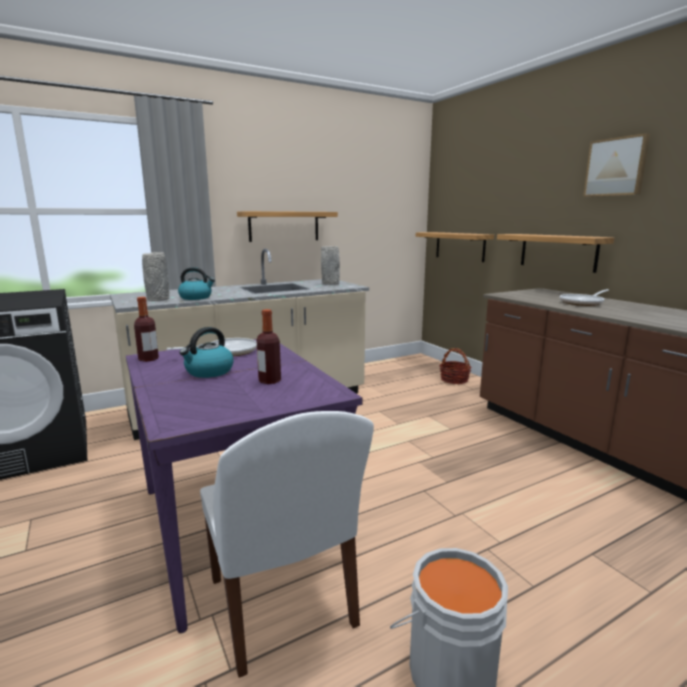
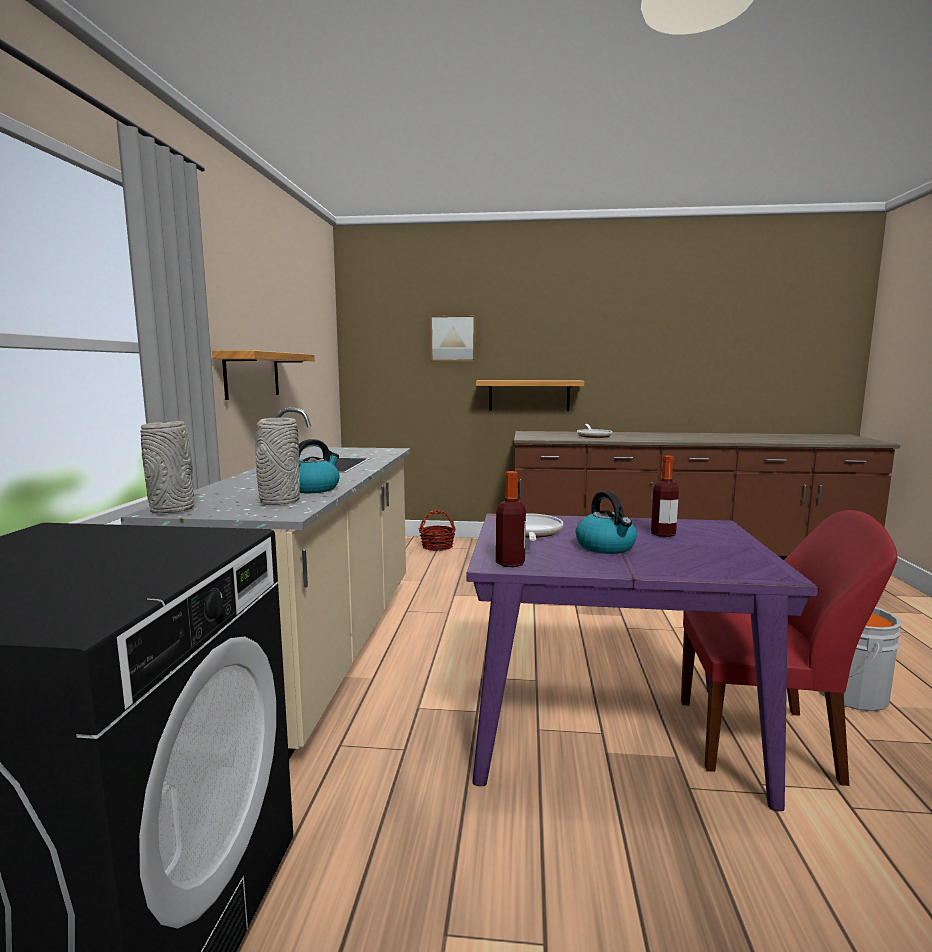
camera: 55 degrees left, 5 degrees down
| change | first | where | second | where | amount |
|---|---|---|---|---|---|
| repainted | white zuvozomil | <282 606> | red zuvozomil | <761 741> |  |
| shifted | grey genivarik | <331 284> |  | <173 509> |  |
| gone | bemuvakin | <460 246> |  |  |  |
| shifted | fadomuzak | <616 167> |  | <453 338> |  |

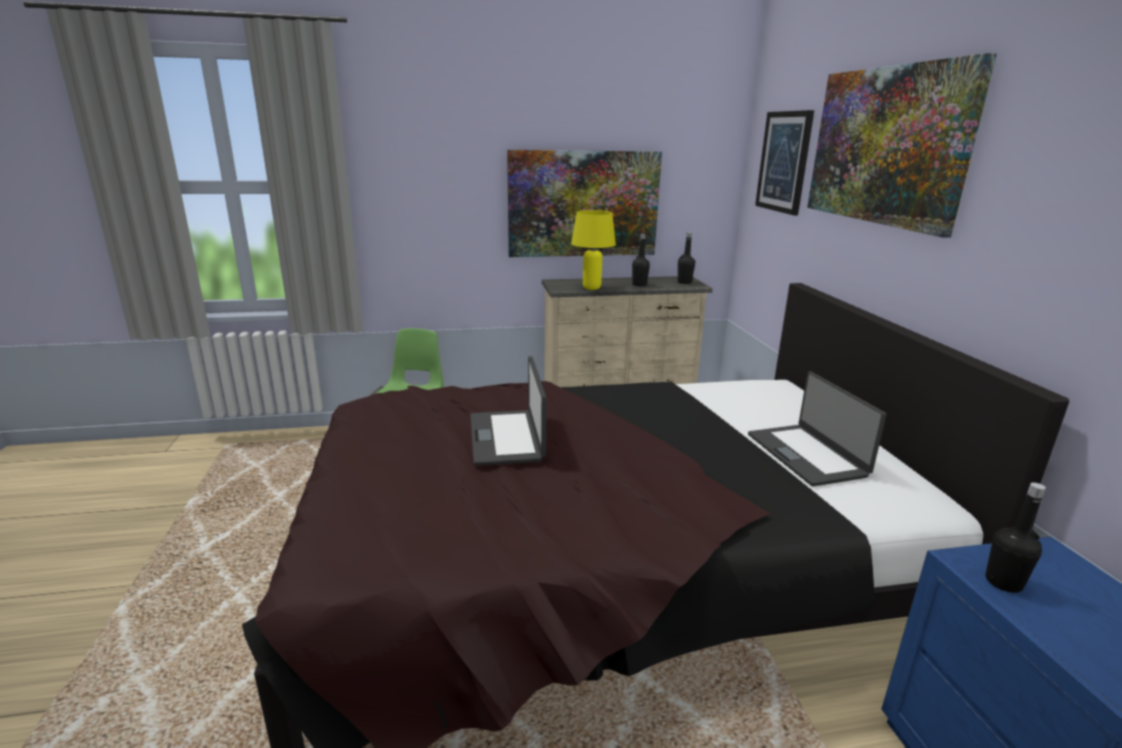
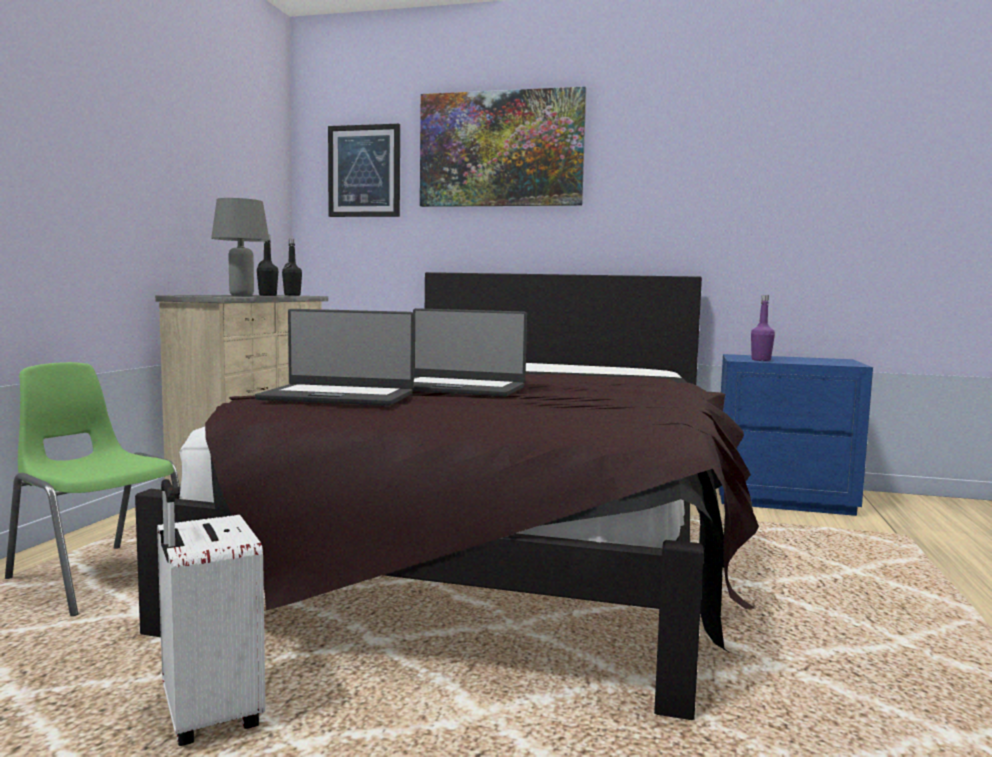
camera: 65 degrees left, 15 degrees down
| change | first | where | second | where | amount |
|---|---|---|---|---|---|
| gone | fadomuzak | <583 204> |  |  |  |
| repainted | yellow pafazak | <591 288> | grey pafazak | <241 296> |  |
| shifted | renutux | <807 454> |  | <338 396> |  |
| repainted | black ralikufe | <1003 582> | purple ralikufe | <761 360> |  |
| new |  |  | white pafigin | <207 716> |  |

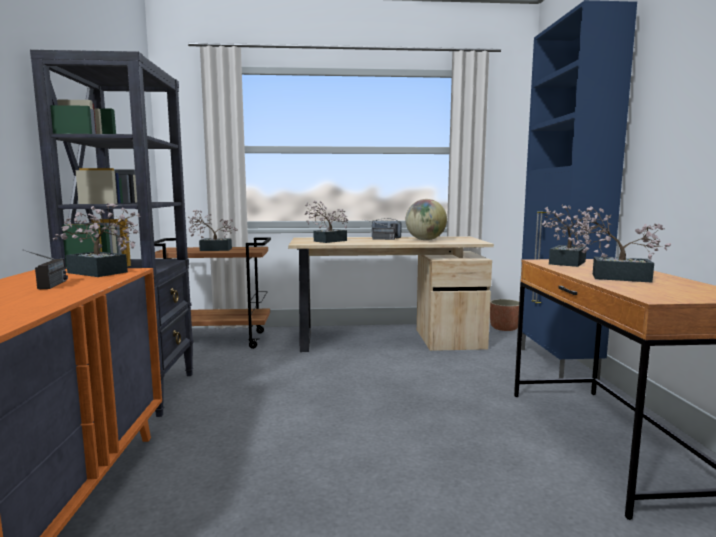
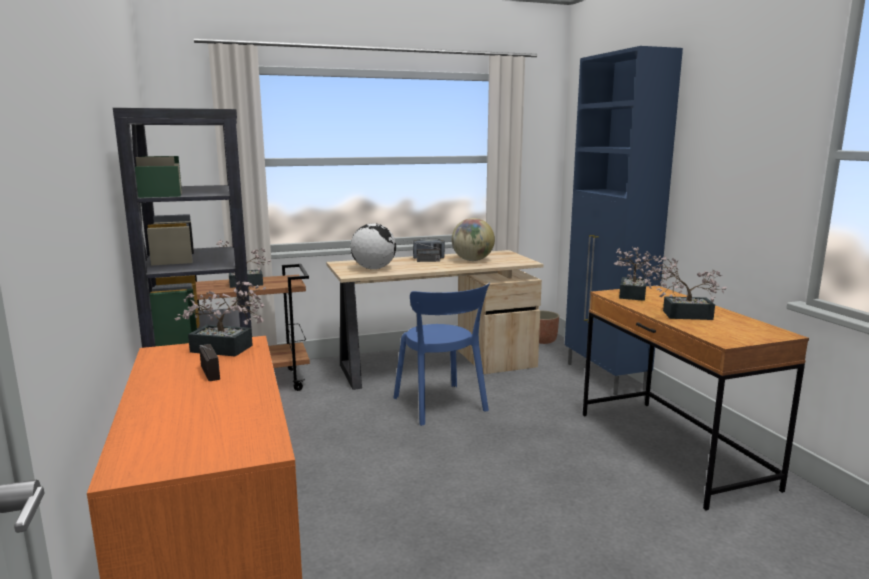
camera: 15 degrees left, 5 degrees up
| change | first | where | second | where | amount |
|---|---|---|---|---|---|
| swapped | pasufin | <327 241> | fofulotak | <373 268> |  |
| new |  |  | blue zuvozomil | <441 406> |  |

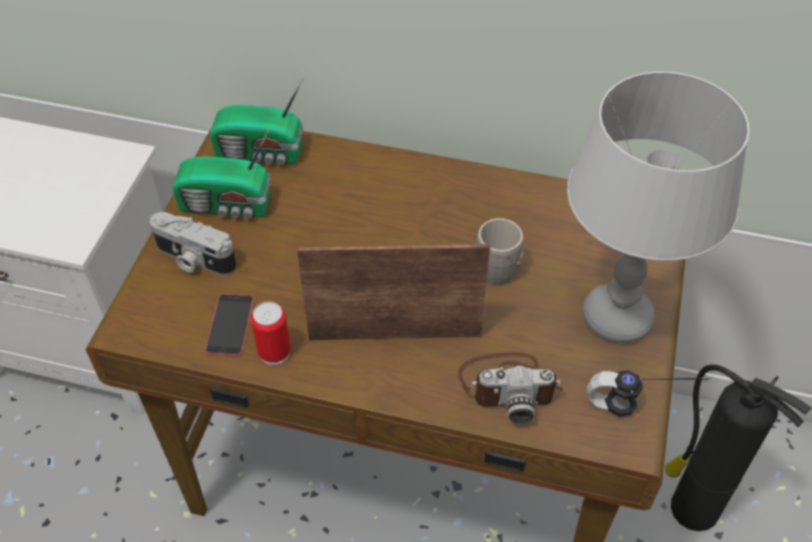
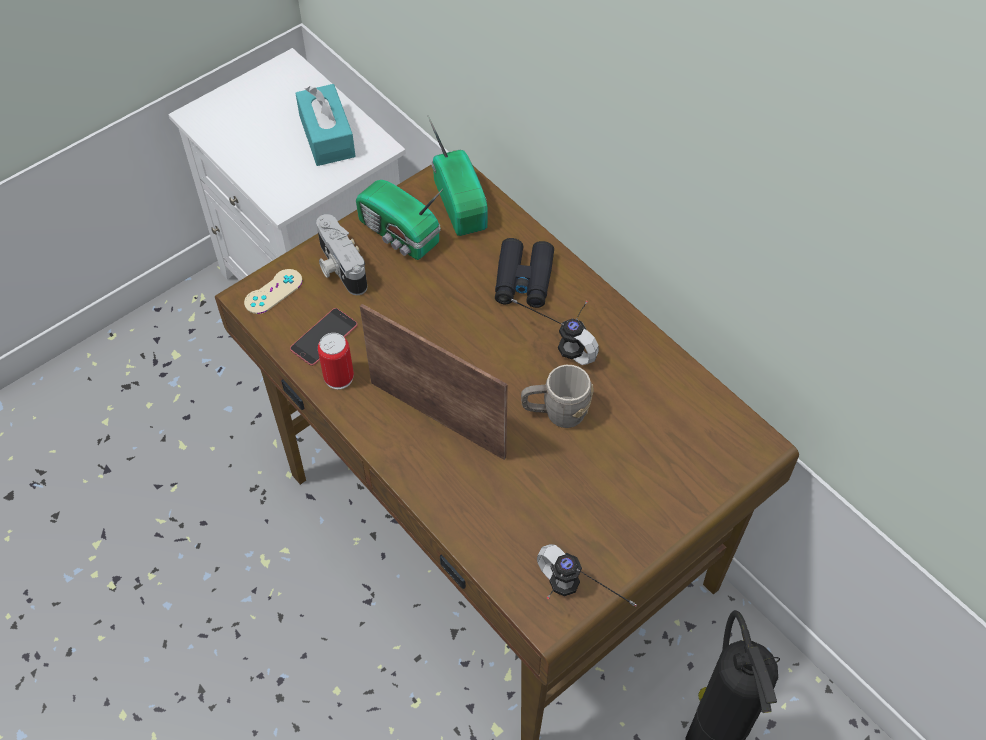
camera: 35 degrees right, 5 degrees up
| change | first | where | second | where | amount |
|---|---|---|---|---|---|
| rotated | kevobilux | <261 153> |  | <461 202> | 150 degrees counterclockwise |
| gone | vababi | <508 385> |  |  |  |
| gone | grey pafazak | <617 317> |  |  |  |
| new |  |  | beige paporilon | <273 291> |  |
| new |  |  | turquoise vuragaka | <327 136> |  |
| new |  |  | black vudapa | <523 280> |  |
| new |  |  | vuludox | <563 337> |  |

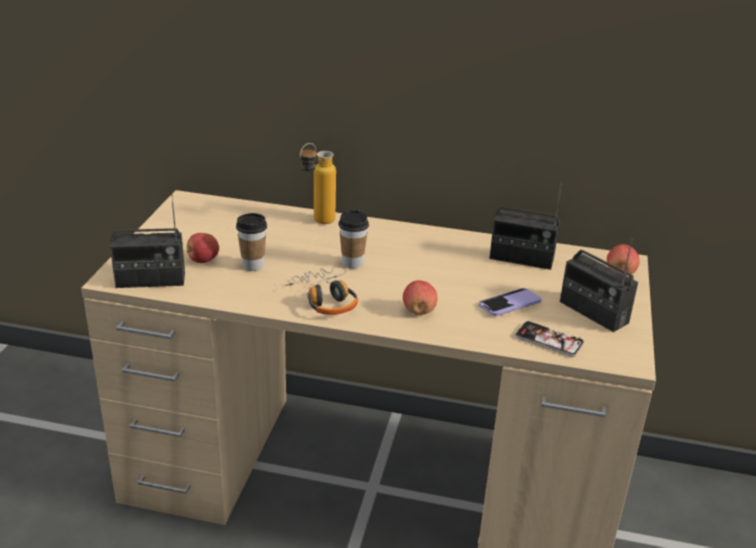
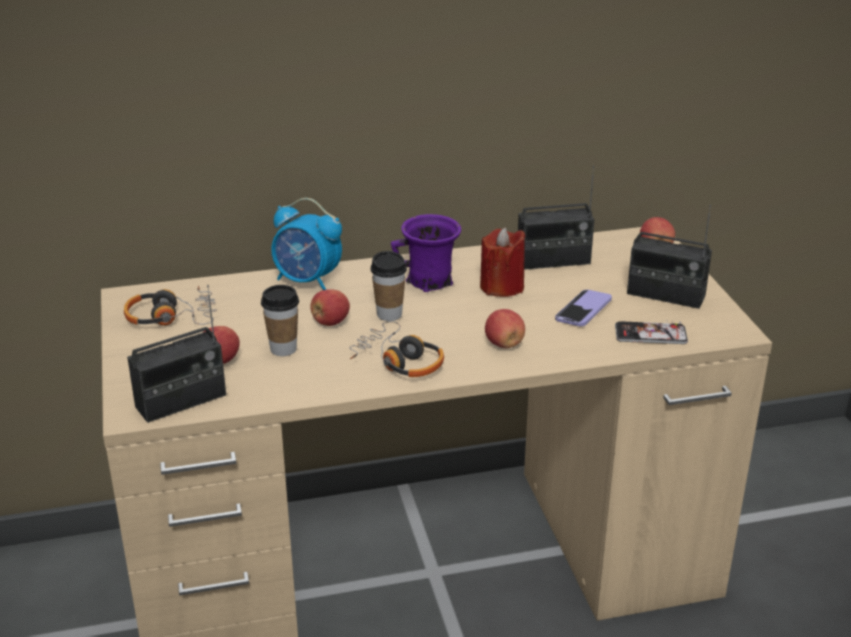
camera: 25 degrees left, 0 degrees up
| change | first | where | second | where | amount |
|---|---|---|---|---|---|
| swapped | ralikufe | <317 222> | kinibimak | <307 281> |  |
| new |  |  | vuludox | <172 317> |  |
| new |  |  | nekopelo | <330 322> |  |
| new |  |  | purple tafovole | <430 281> |  |
| new |  |  | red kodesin | <501 287> |  |

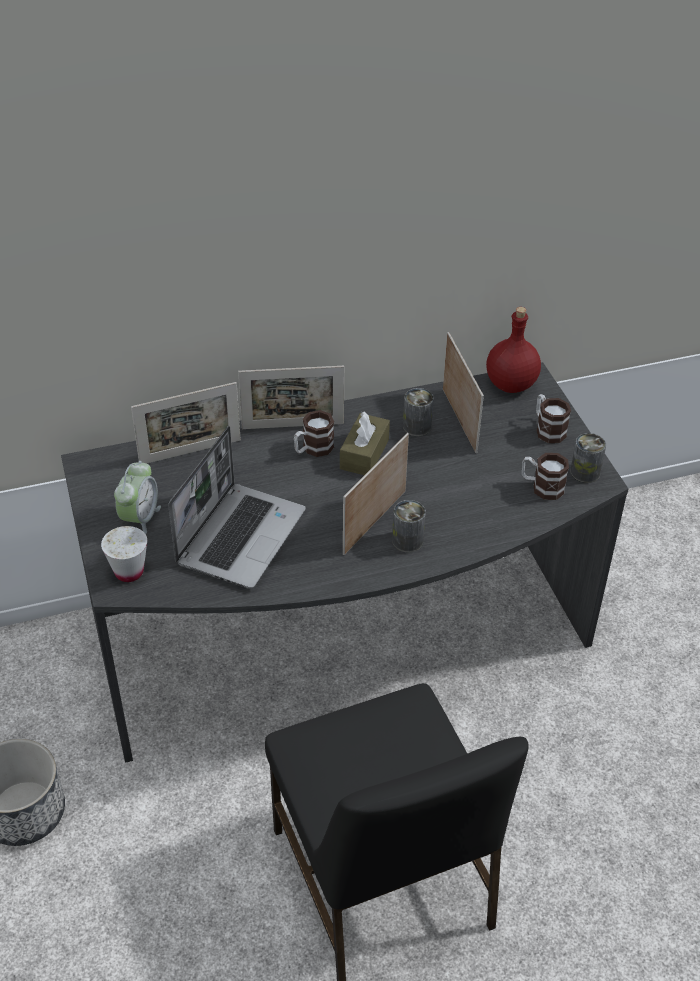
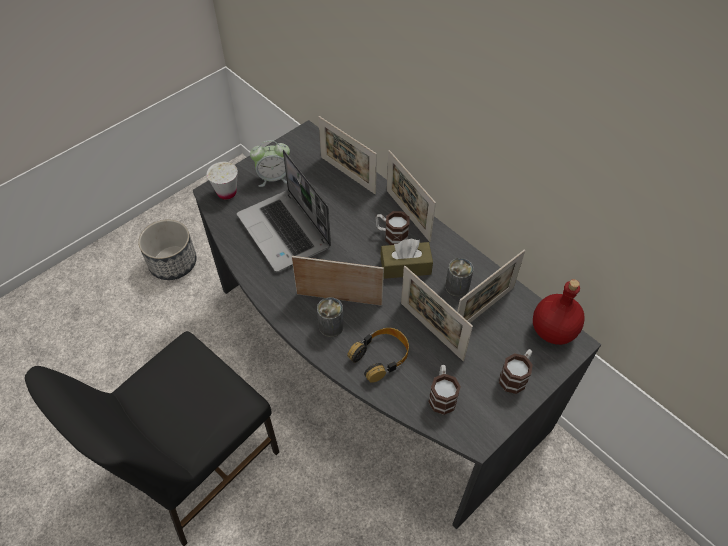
camera: 65 degrees right, 10 degrees up
| change | first | where | second | where | amount |
|---|---|---|---|---|---|
| rotated | renutux | <240 536> |  | <285 232> | 60 degrees clockwise |
| gone | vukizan | <585 472> |  |  |  |
| new |  |  | vuludox | <380 356> |  |
| new |  |  | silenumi | <431 331> |  |

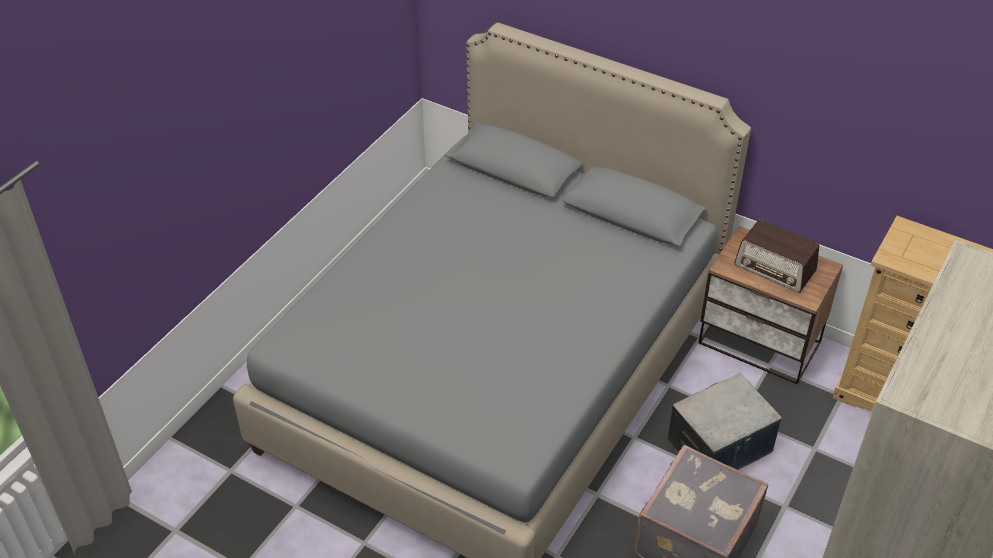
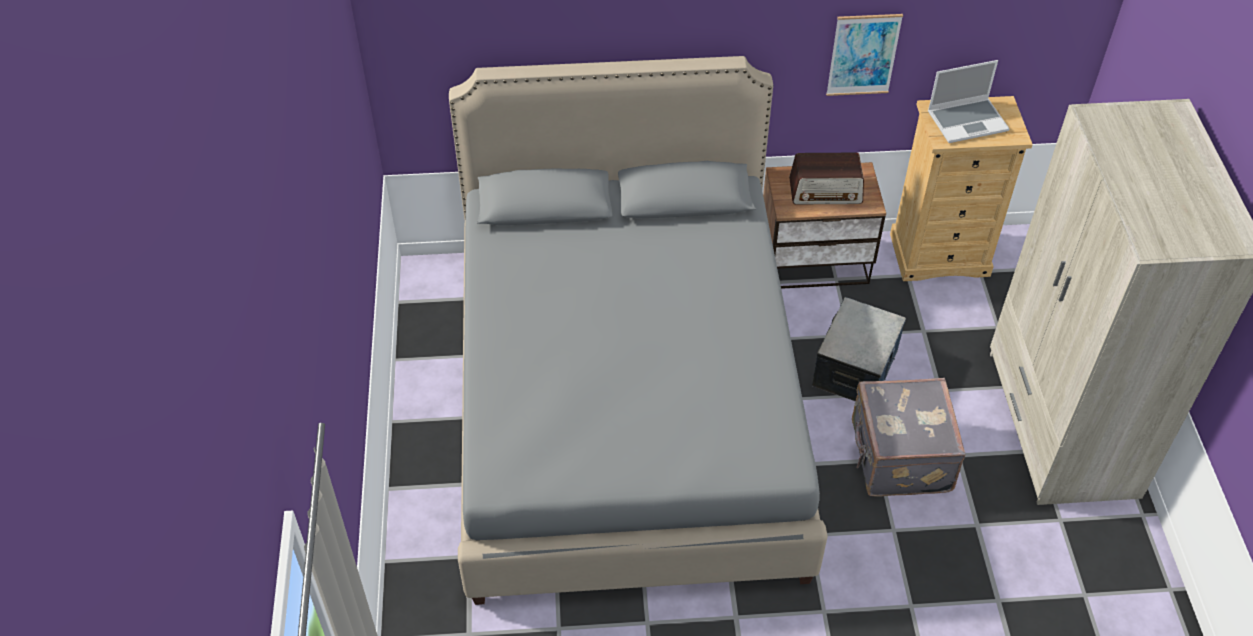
camera: 35 degrees left, 5 degrees up
| change | first | where | second | where | amount |
|---|---|---|---|---|---|
| new |  |  | fadomuzak | <863 55> |  |
| new |  |  | renutux | <967 121> |  |

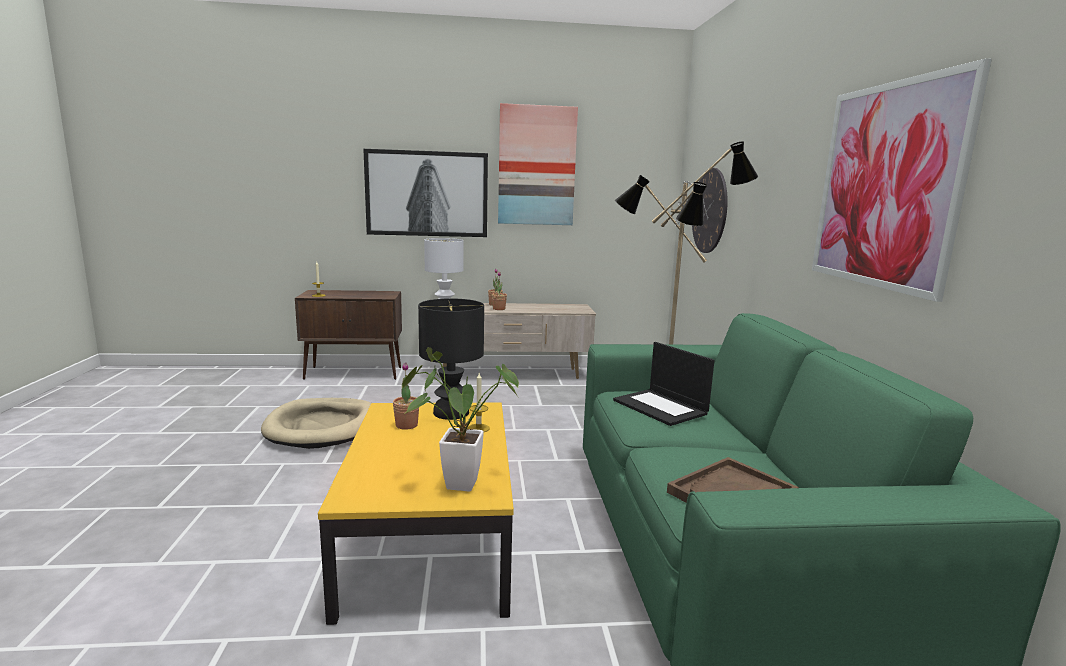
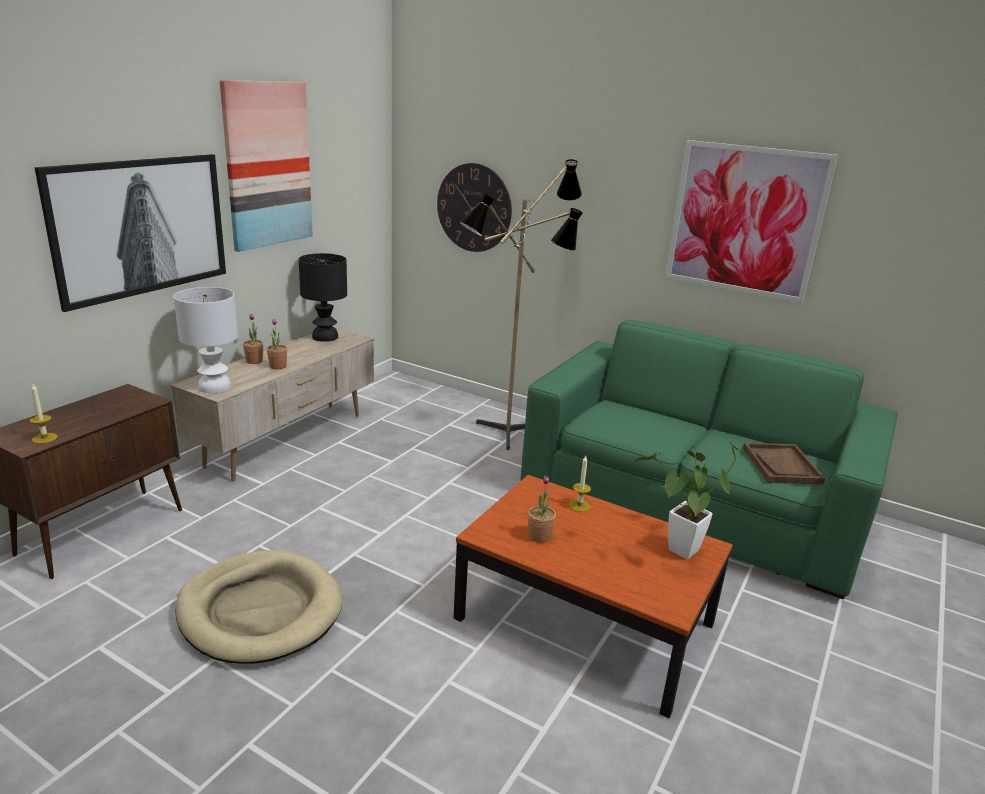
camera: 55 degrees left, 10 degrees up
| change | first | where | second | where | amount |
|---|---|---|---|---|---|
| repainted | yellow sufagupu | <431 539> | brown sufagupu | <585 621> |  |
| shifted | black pafazak | <452 412> |  | <325 337> |  |
| gone | renutux | <661 407> |  |  |  |

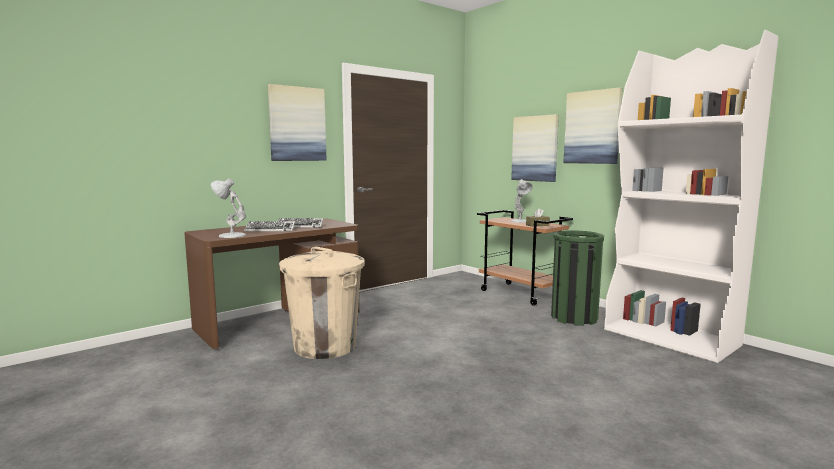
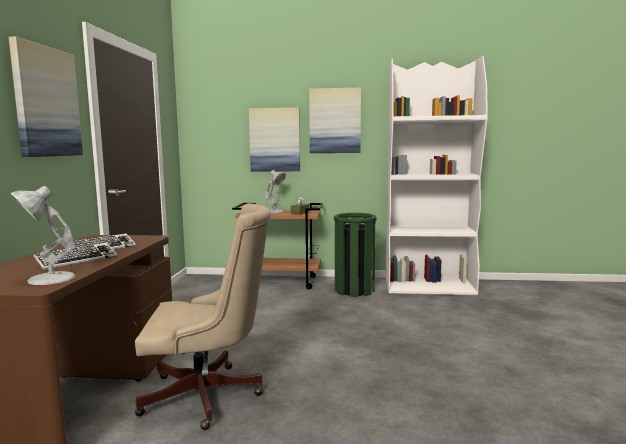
camera: 45 degrees left, 0 degrees up
| change | first | where | second | where | amount |
|---|---|---|---|---|---|
| swapped | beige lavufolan | <325 346> | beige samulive | <209 396> |  |

